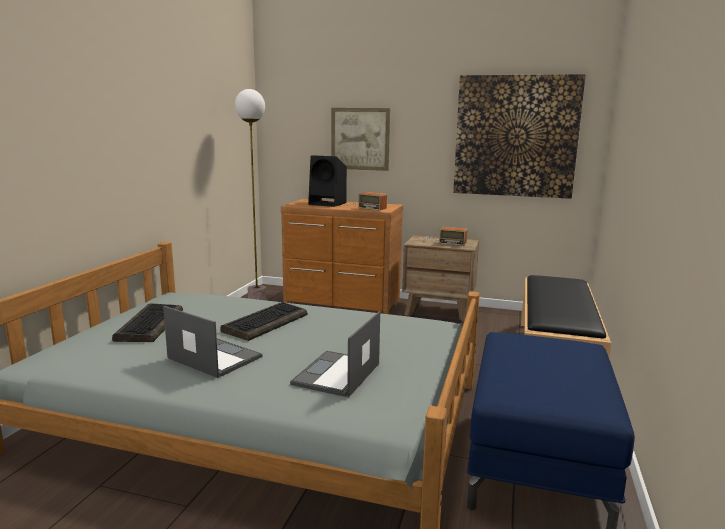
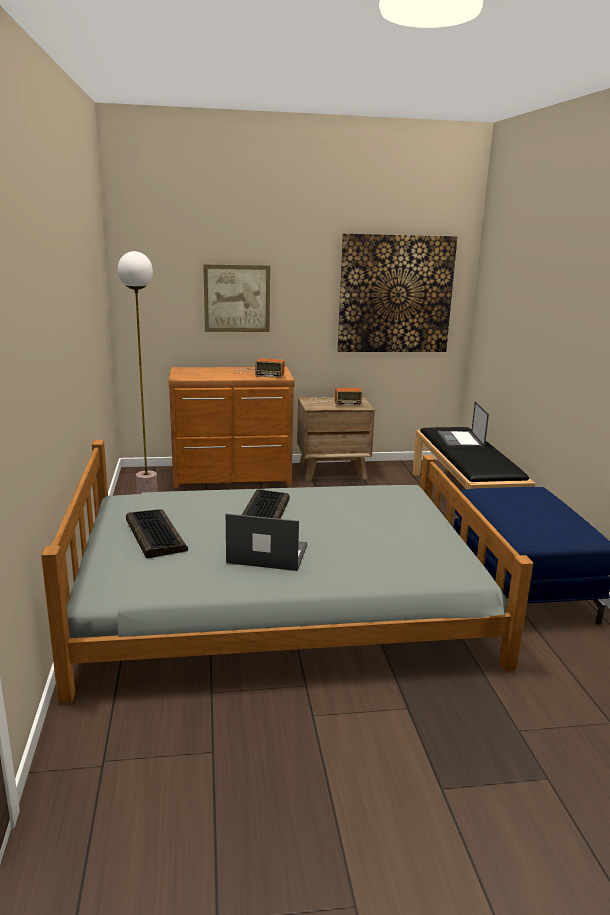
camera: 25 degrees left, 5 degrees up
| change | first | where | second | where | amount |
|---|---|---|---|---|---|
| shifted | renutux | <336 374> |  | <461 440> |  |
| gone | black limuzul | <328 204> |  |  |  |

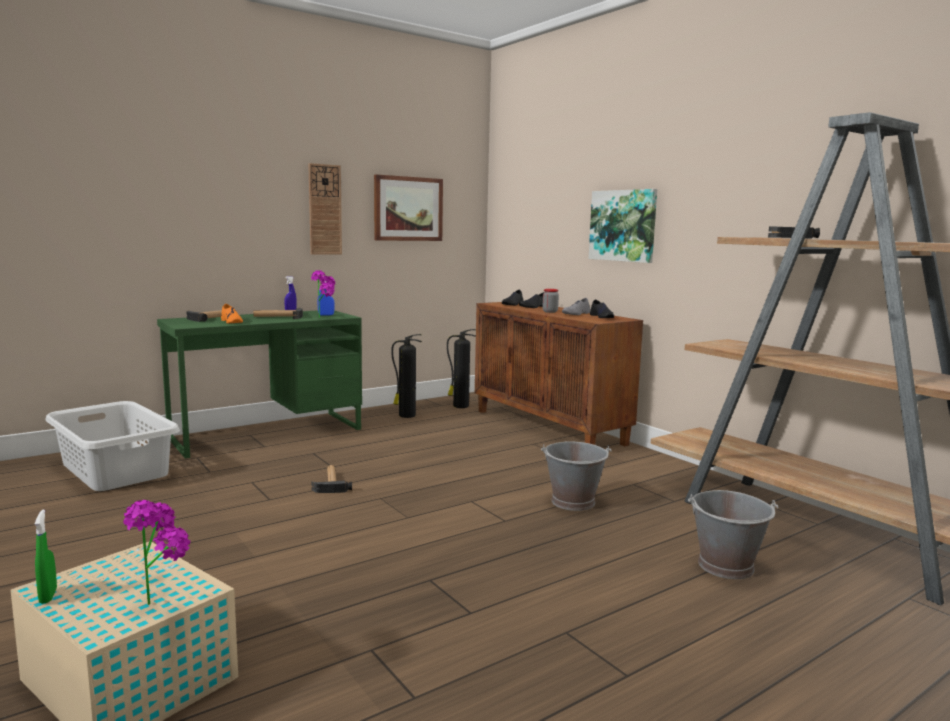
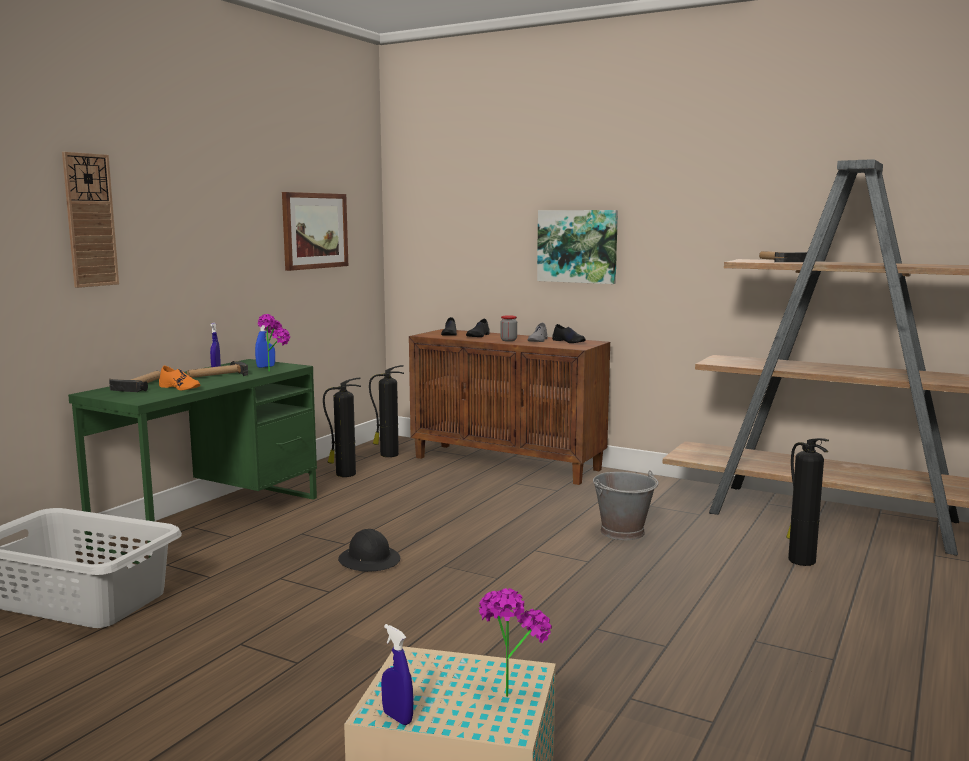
camera: 25 degrees left, 0 degrees up
| change | first | where | second | where | amount |
|---|---|---|---|---|---|
| repainted | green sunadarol | <48 596> | blue sunadarol | <397 717> |  |
| shifted | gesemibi | <325 209> |  | <90 220> |  |
| swapped | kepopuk | <331 482> | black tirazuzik | <369 560> |  |
| swapped | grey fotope | <726 566> | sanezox | <800 560> |  |

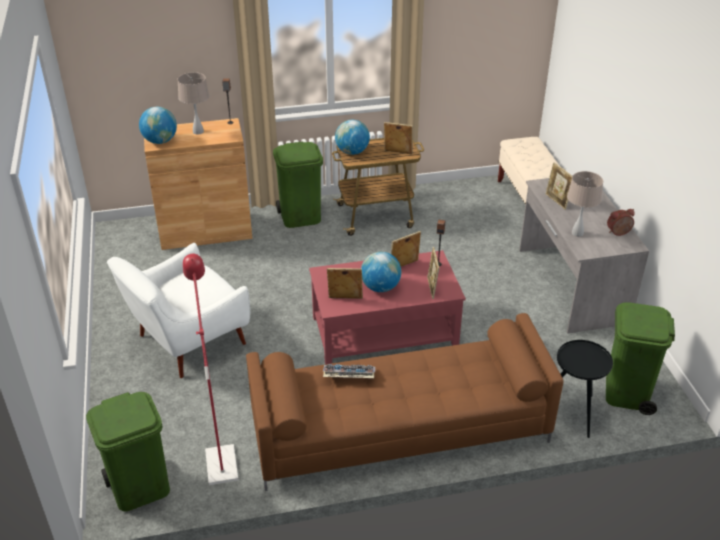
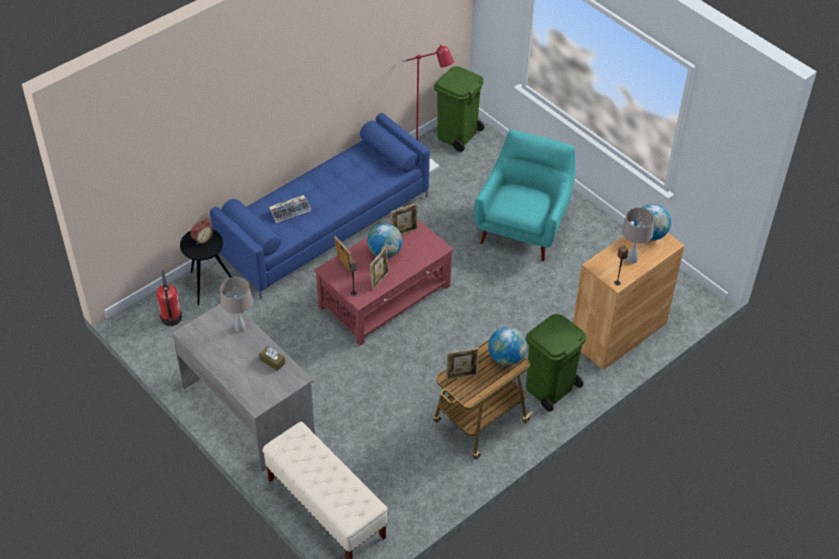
camera: 150 degrees right, 10 degrees up
| change | first | where | second | where | amount |
|---|---|---|---|---|---|
| repainted | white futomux | <187 342> | turquoise futomux | <523 227> |  |
| repainted | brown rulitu | <398 430> | blue rulitu | <325 226> |  |
| shifted | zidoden | <348 376> |  | <290 211> |  |
| swapped | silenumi | <556 201> | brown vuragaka | <272 361> |  |
| swapped | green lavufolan | <627 393> | sanezox | <171 318> |  |
| shifted | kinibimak | <619 233> |  | <202 238> |  |

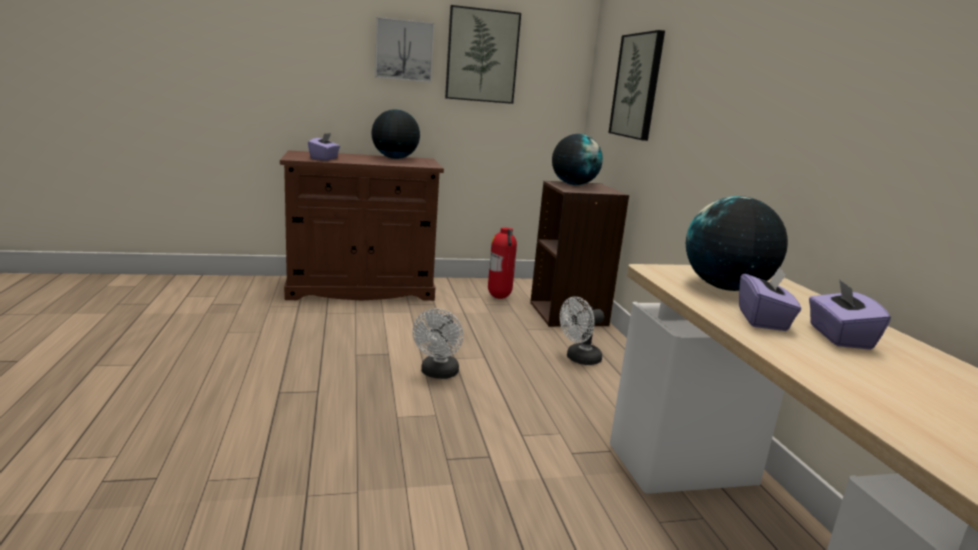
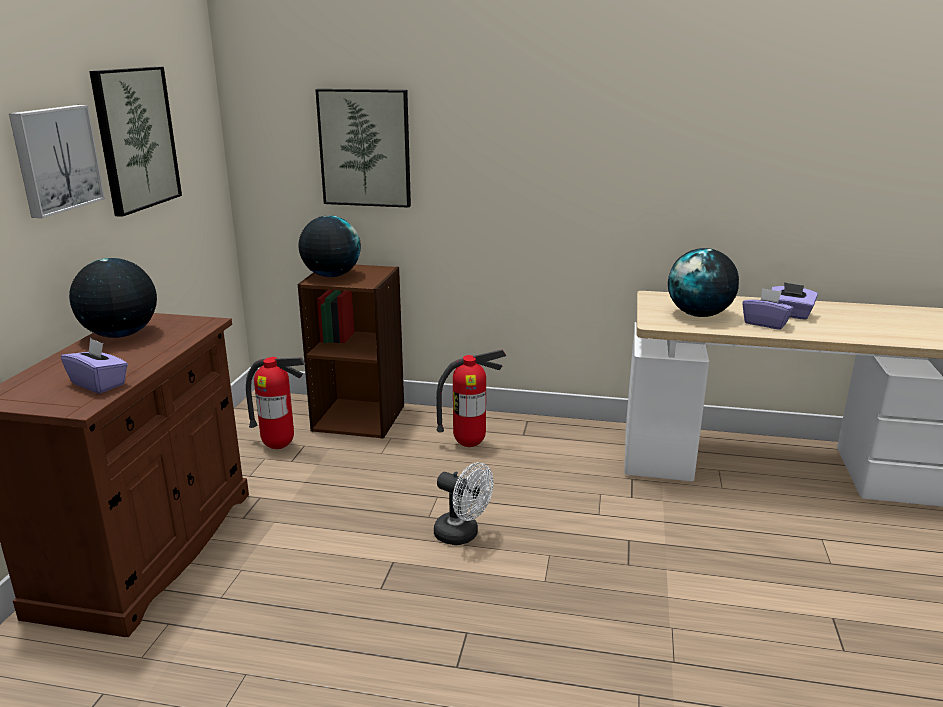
camera: 65 degrees left, 5 degrees up
| change | first | where | second | where | amount |
|---|---|---|---|---|---|
| swapped | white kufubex | <579 359> | sanezox | <469 444> |  |

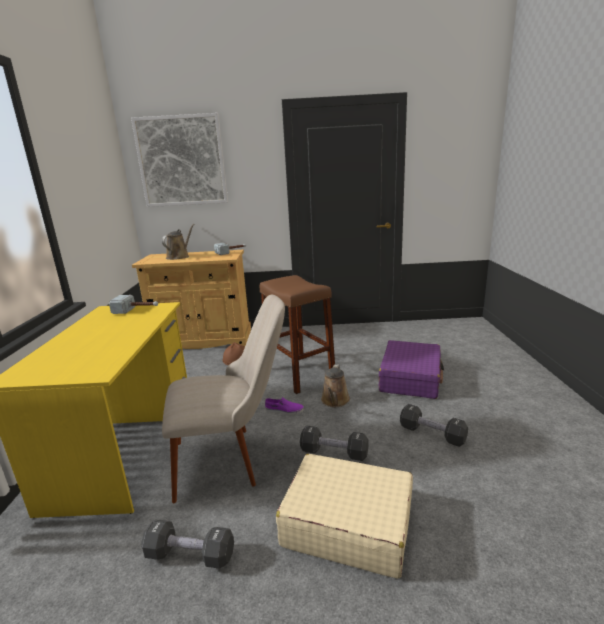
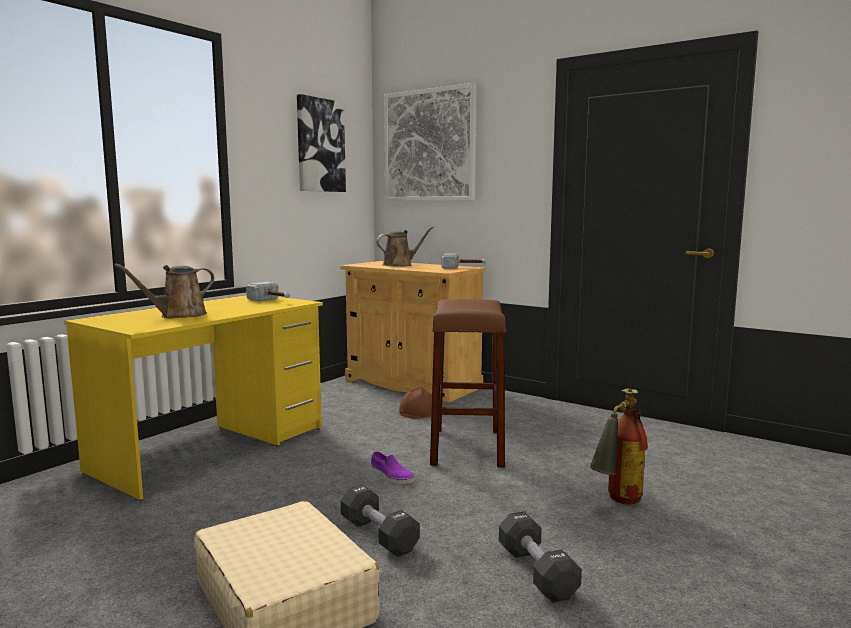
camera: 35 degrees right, 10 degrees down
| change | first | where | second | where | amount |
|---|---|---|---|---|---|
| gone | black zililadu | <190 555> |  |  |  |
| gone | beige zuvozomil | <232 458> |  |  |  |
| shifted | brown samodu | <335 401> |  | <179 315> |  |
| swapped | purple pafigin | <410 378> | sanezox | <616 502> |  |
| new |  |  | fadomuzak | <320 145> |  |

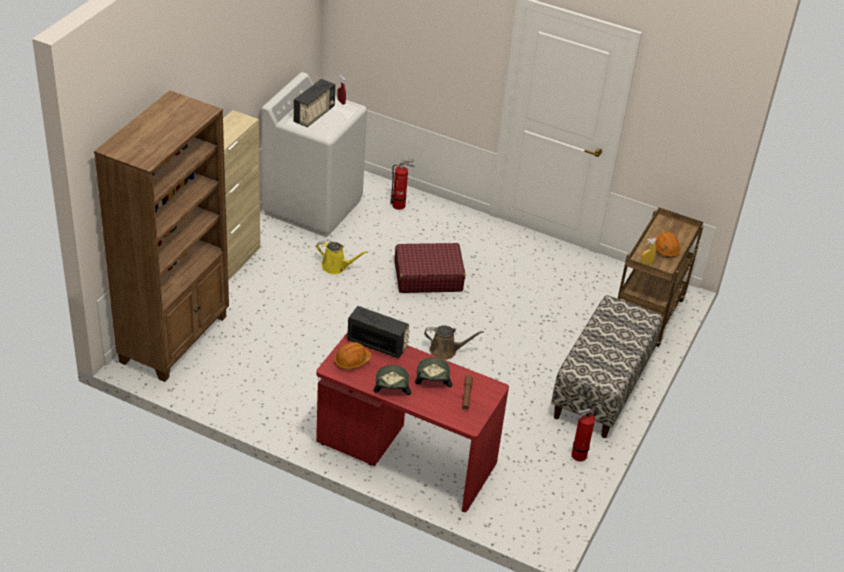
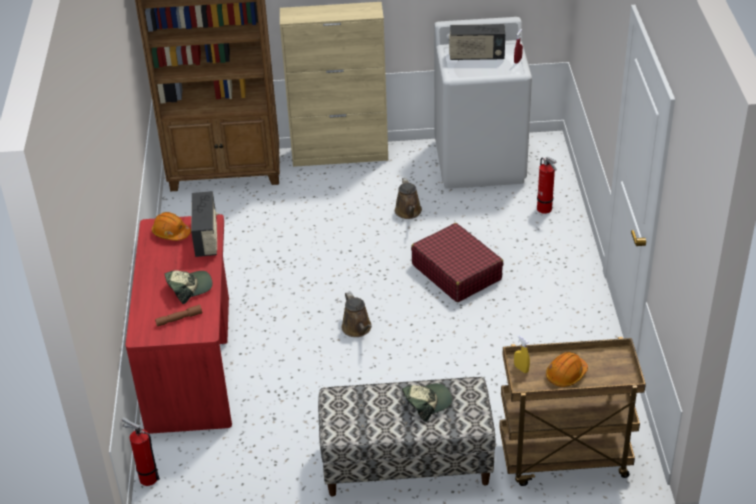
camera: 65 degrees right, 0 degrees up
| change | first | where | second | where | amount |
|---|---|---|---|---|---|
| repainted | yellow samodu | <336 267> | brown samodu | <408 212> |  |
| shifted | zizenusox | <391 384> |  | <427 403> |  |
| shifted | sanezox | <577 456> |  | <146 477> |  |

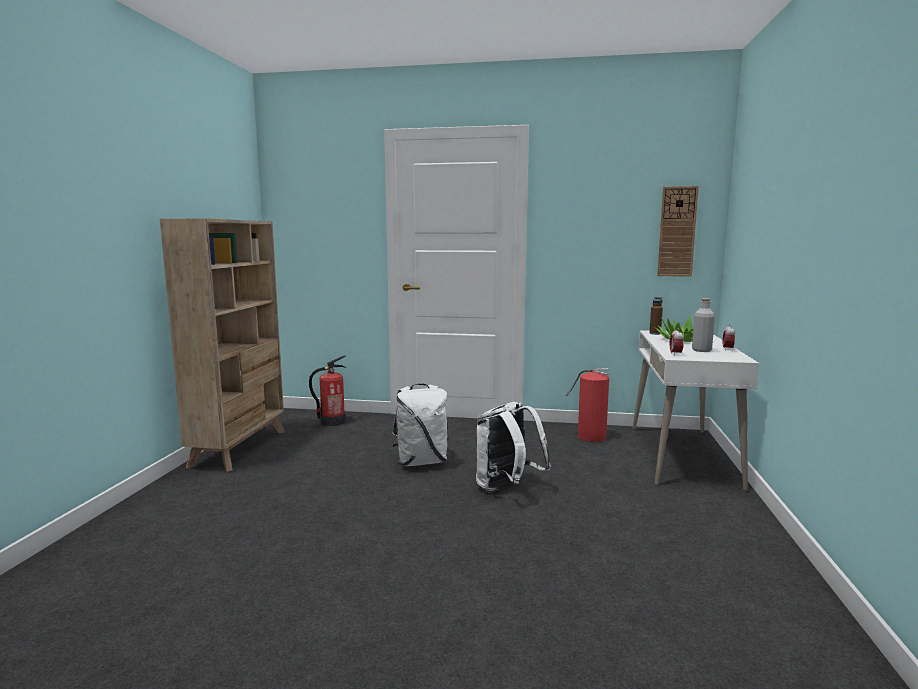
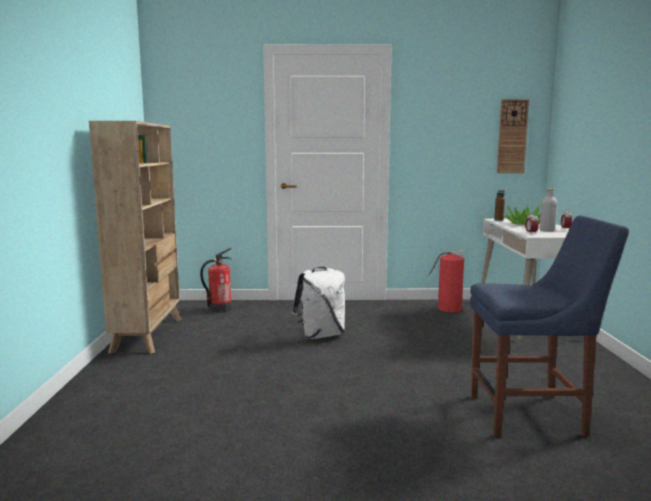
camera: 10 degrees left, 0 degrees up
| change | first | where | second | where | amount |
|---|---|---|---|---|---|
| gone | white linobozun | <507 488> |  |  |  |
| new |  |  | blue zuvozomil | <532 415> |  |

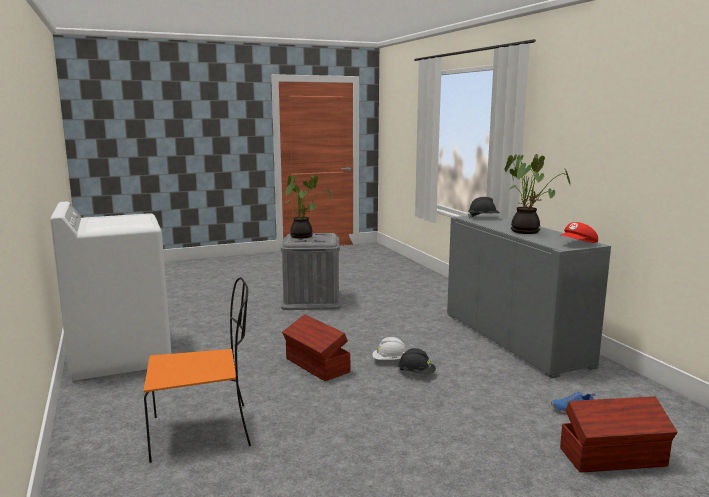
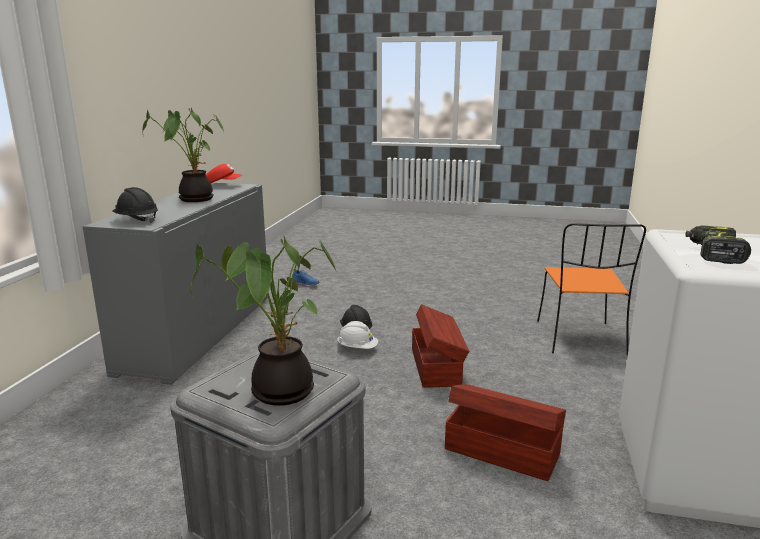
camera: 145 degrees left, 5 degrees up
| change | first | where | second | where | amount |
|---|---|---|---|---|---|
| rotated | orange zuvozomil | <204 431> |  | <581 339> | 105 degrees counterclockwise |
| shifted | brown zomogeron | <614 458> |  | <501 450> |  |
| new |  |  | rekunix | <713 253> |  |

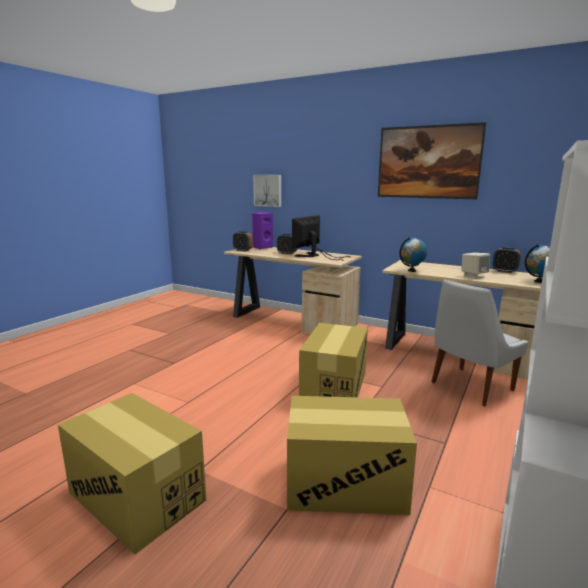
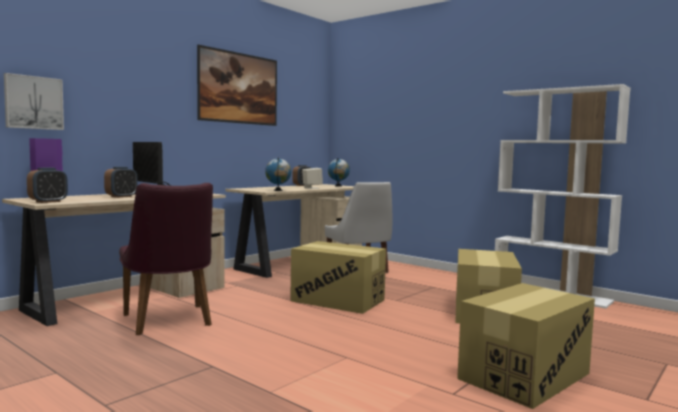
camera: 80 degrees left, 10 degrees down
| change | first | where | second | where | amount |
|---|---|---|---|---|---|
| new |  |  | purple zuvozomil | <169 322> |  |

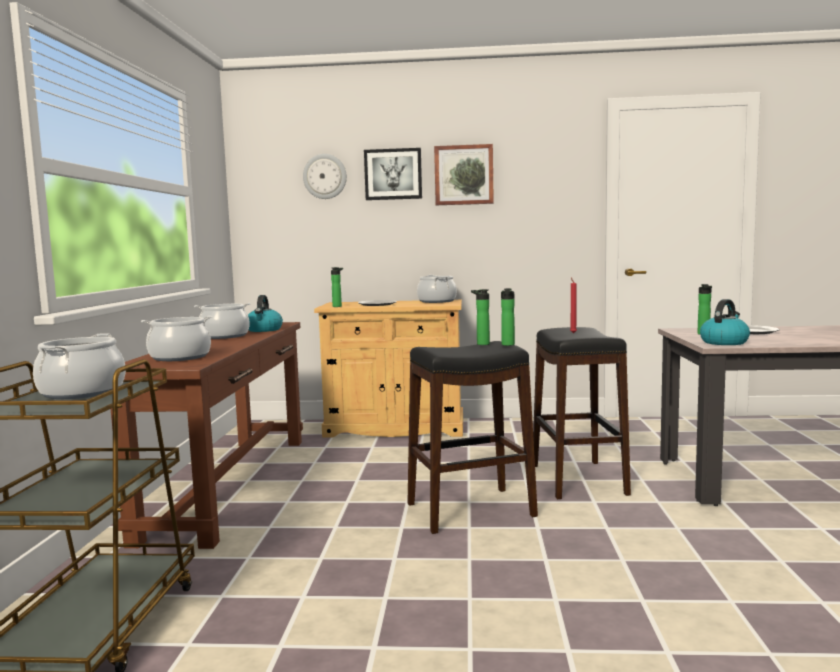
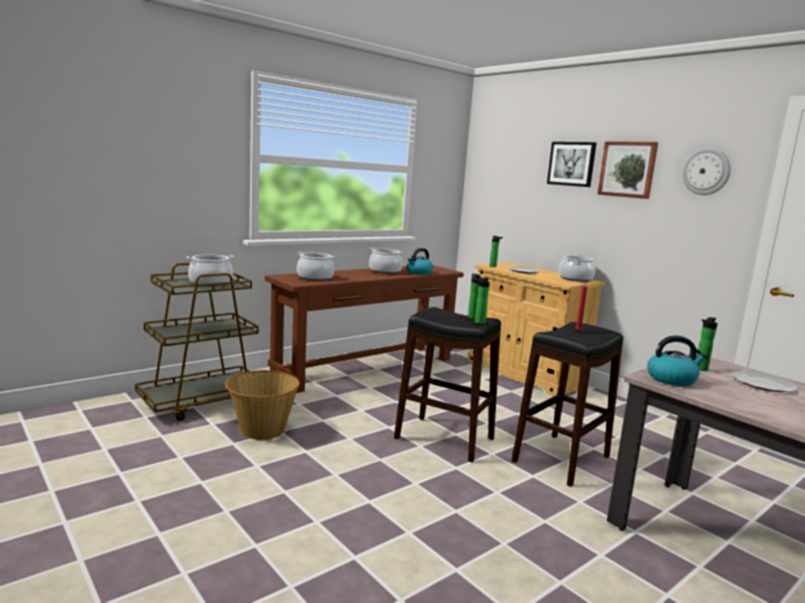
camera: 45 degrees right, 5 degrees up
| change | first | where | second | where | amount |
|---|---|---|---|---|---|
| shifted | gesemibi | <325 176> |  | <706 171> |  |
| new |  |  | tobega | <262 430> |  |

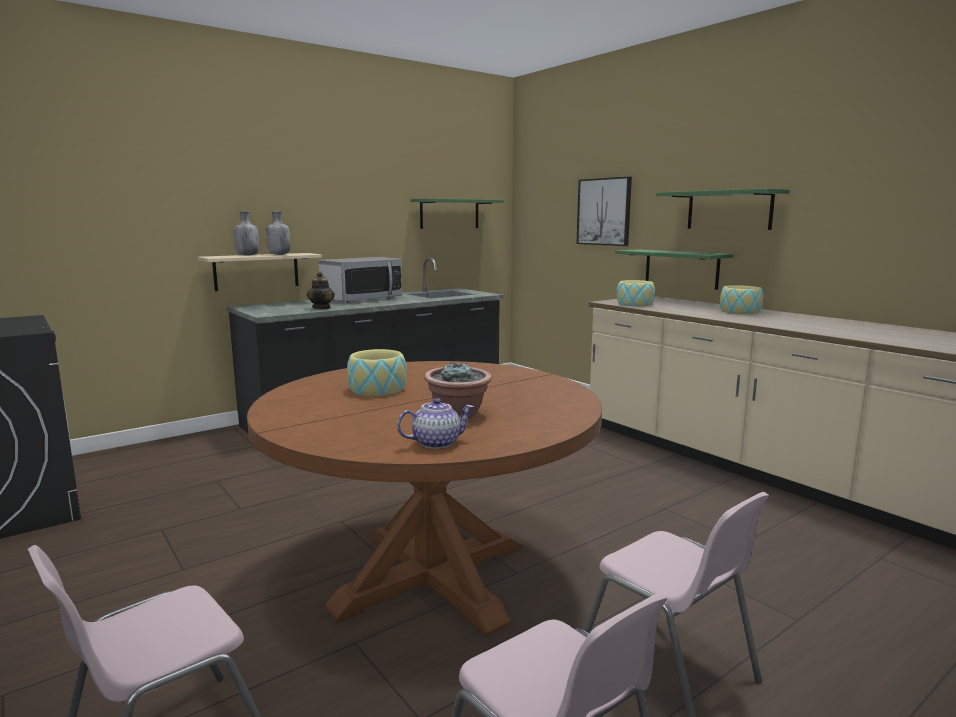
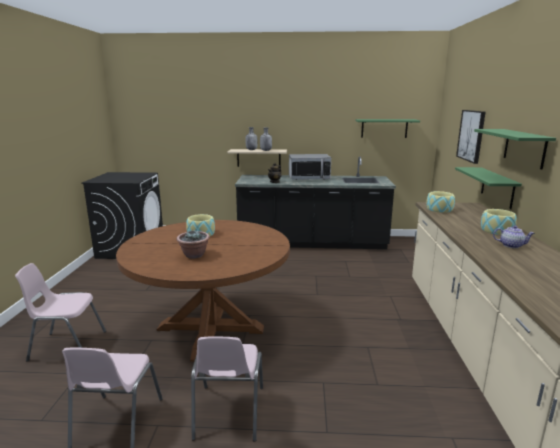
camera: 40 degrees right, 5 degrees up
| change | first | where | second | where | amount |
|---|---|---|---|---|---|
| shifted | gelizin | <436 443> |  | <511 245> |  |

